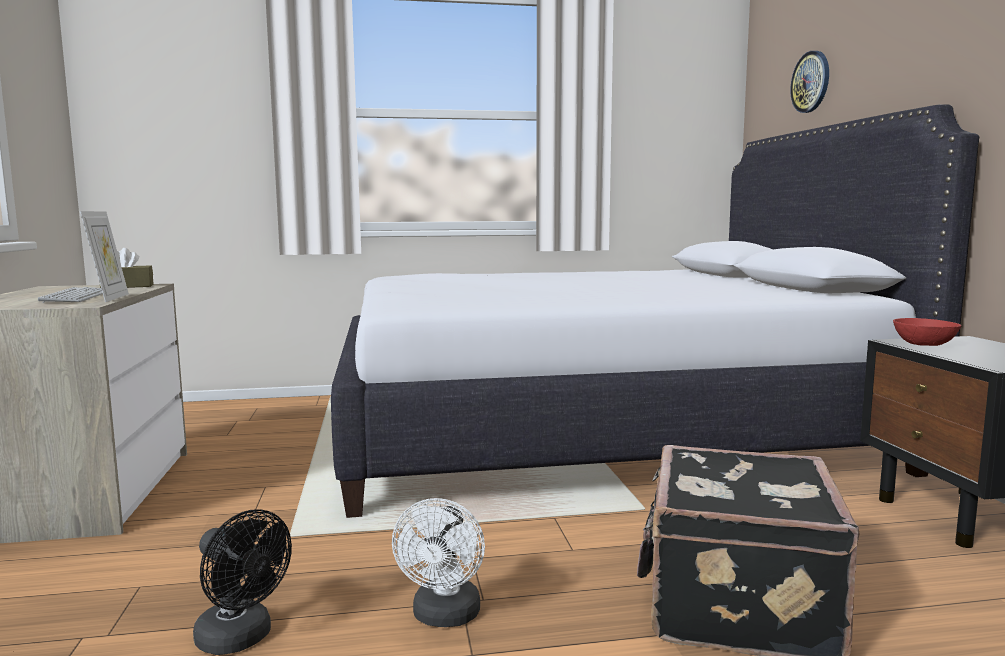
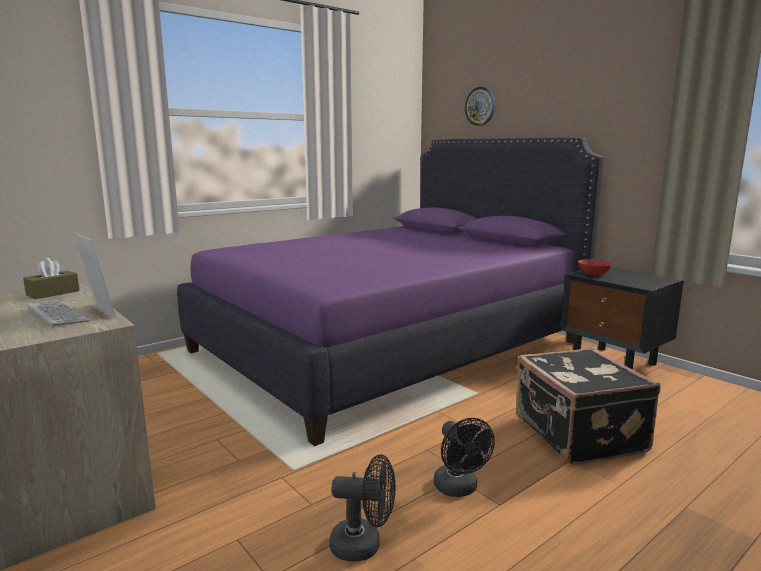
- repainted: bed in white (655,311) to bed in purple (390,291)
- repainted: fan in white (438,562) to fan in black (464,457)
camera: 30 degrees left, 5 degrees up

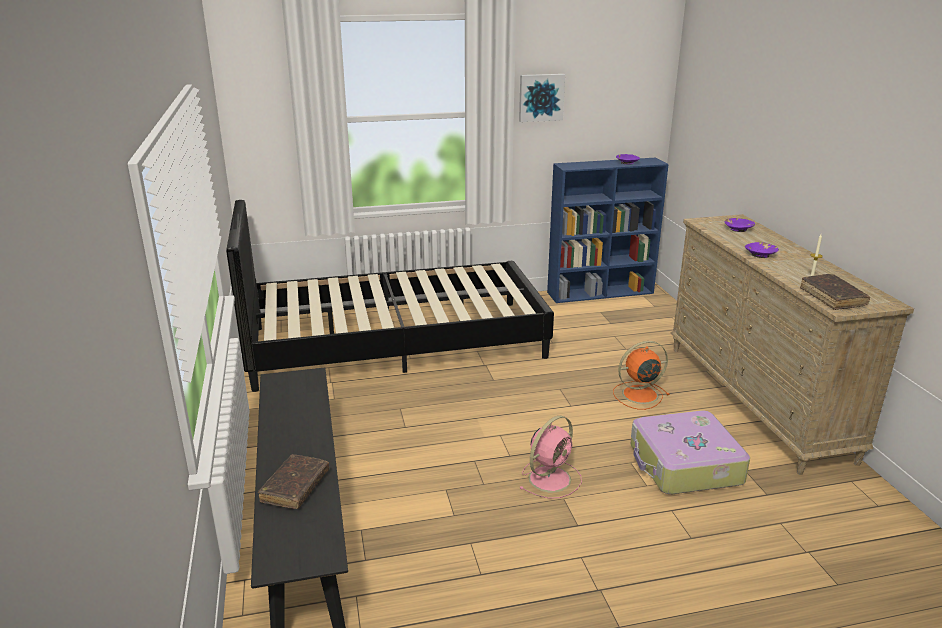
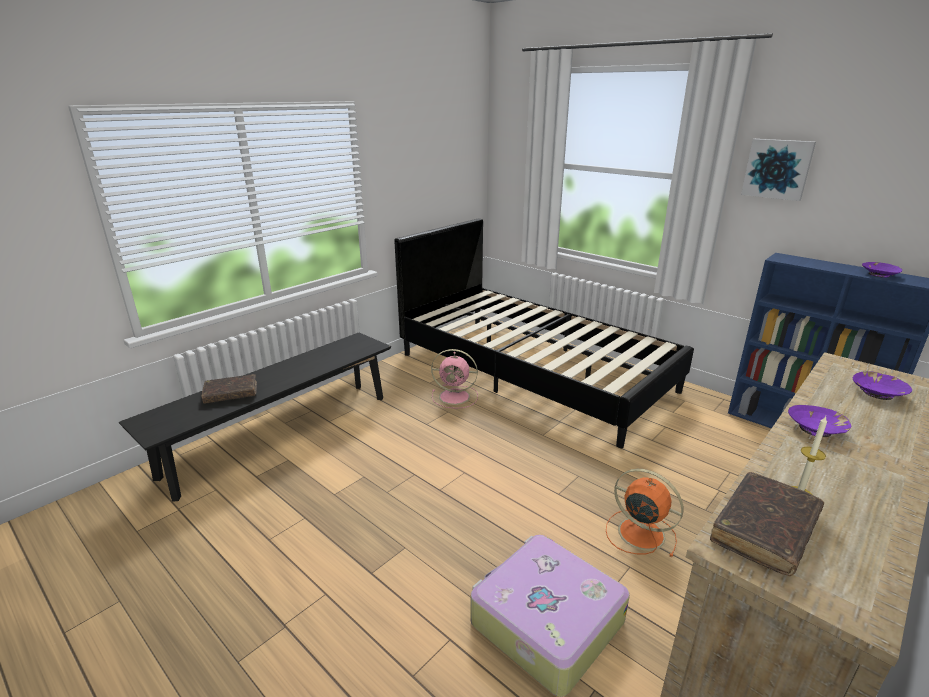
- shifted: fan in pink (550,457) to (454,379)
camera: 55 degrees right, 0 degrees up

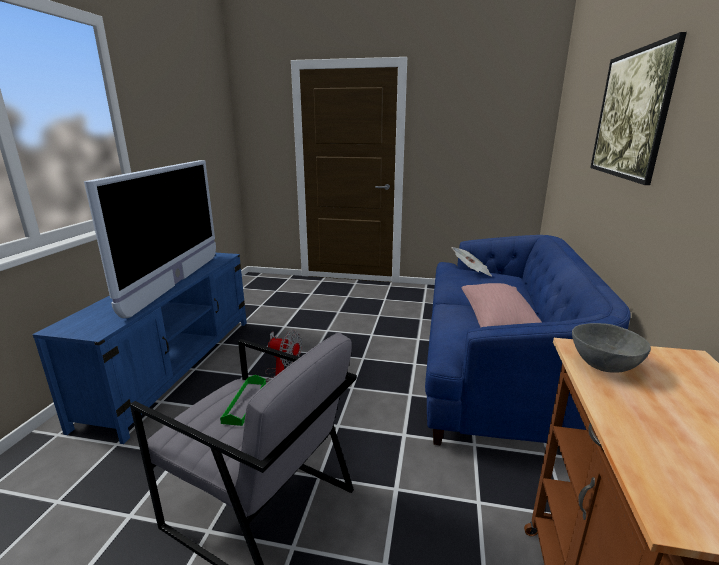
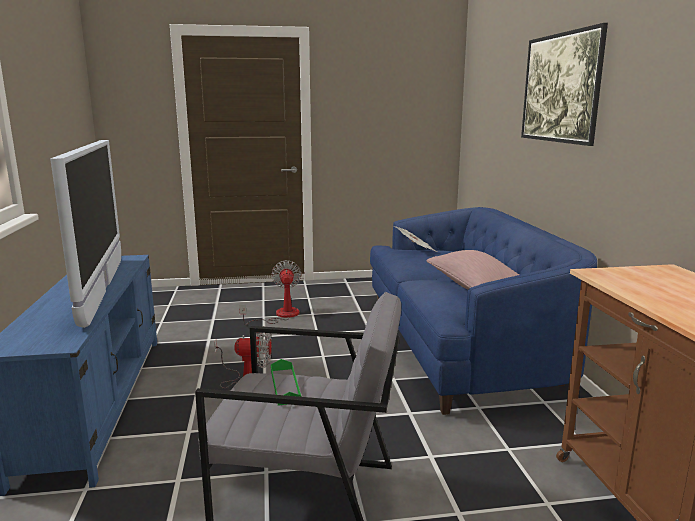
- gone: bowl in grey (611,348)
- new: fan (270,292)
camera: 20 degrees left, 5 degrees down

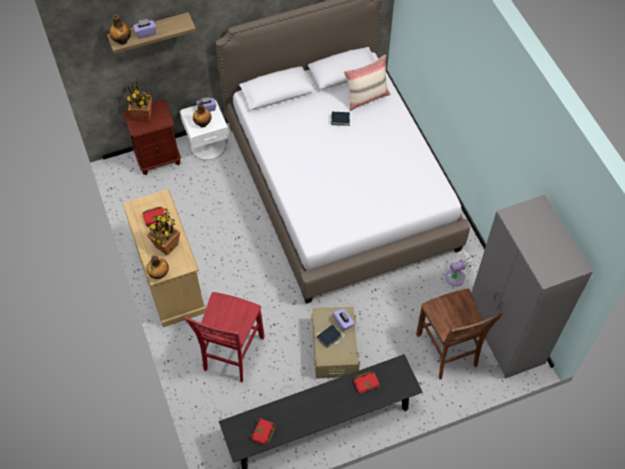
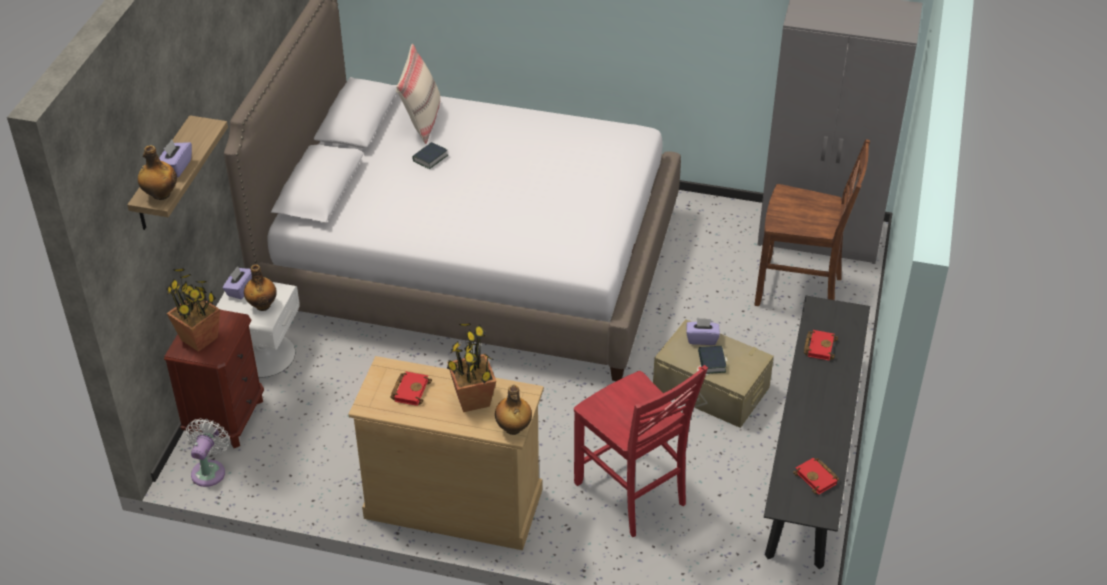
- shifted: fan in white (460,268) to (208,452)
camera: 55 degrees left, 15 degrees down

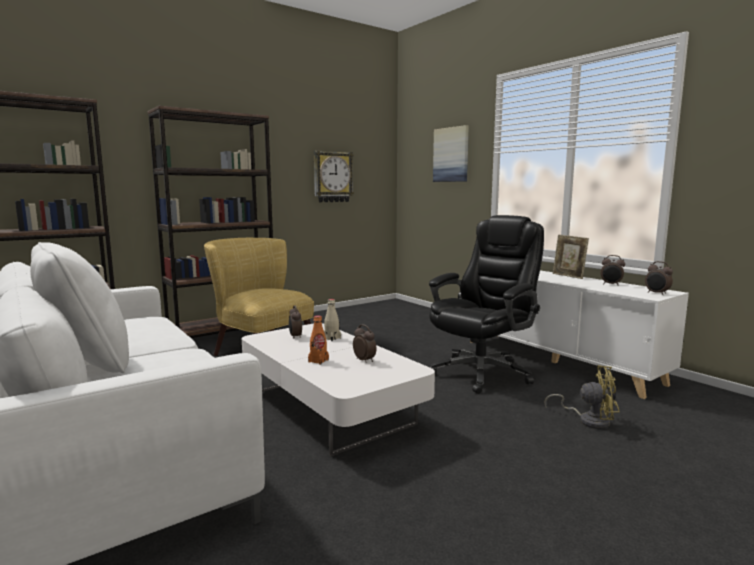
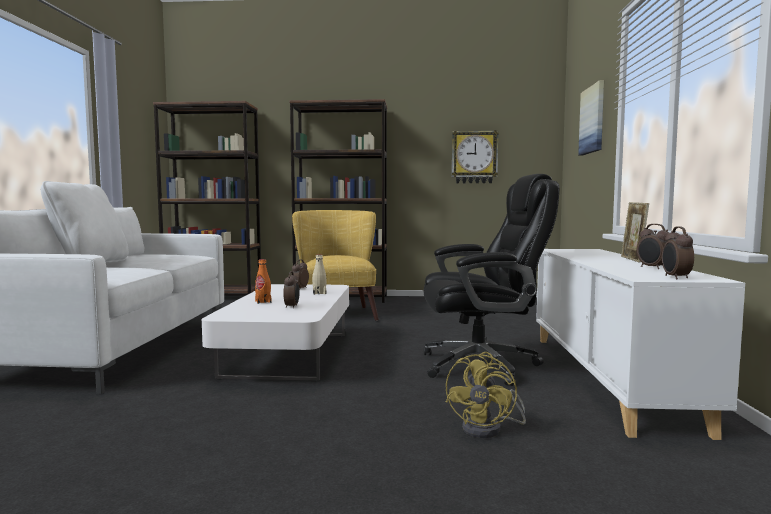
- rotated: fan in yellow (582,397) = (486,395) 60 degrees clockwise
camera: 40 degrees right, 5 degrees down

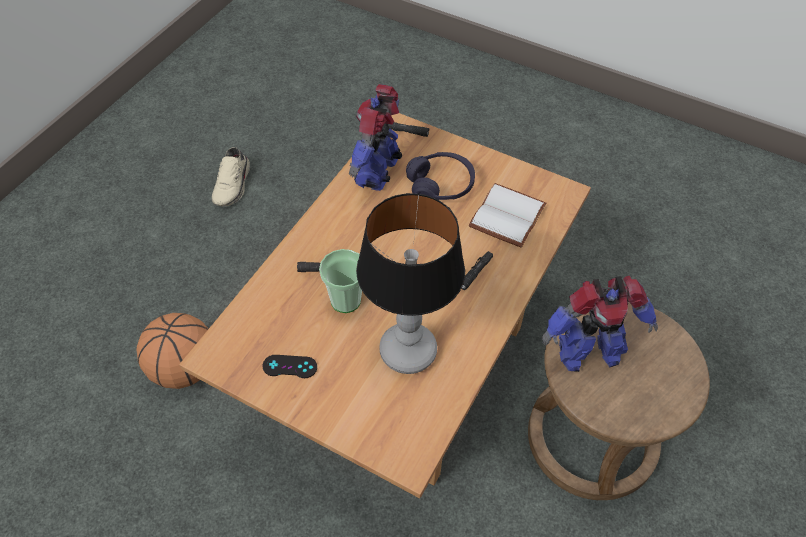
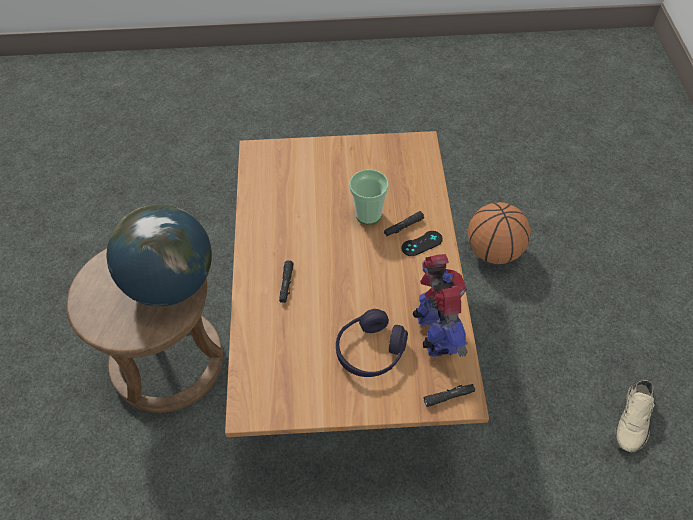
- rotated: shoe in beige (231,176) = (635,416) 135 degrees counterclockwise
- gone: book in white (507,215)
- gone: table lamp (410,283)
- swapped: toy robot (600,324) to globe (159,255)
- shifted: game controller in black (289,366) to (422,243)
camera: 150 degrees right, 0 degrees up

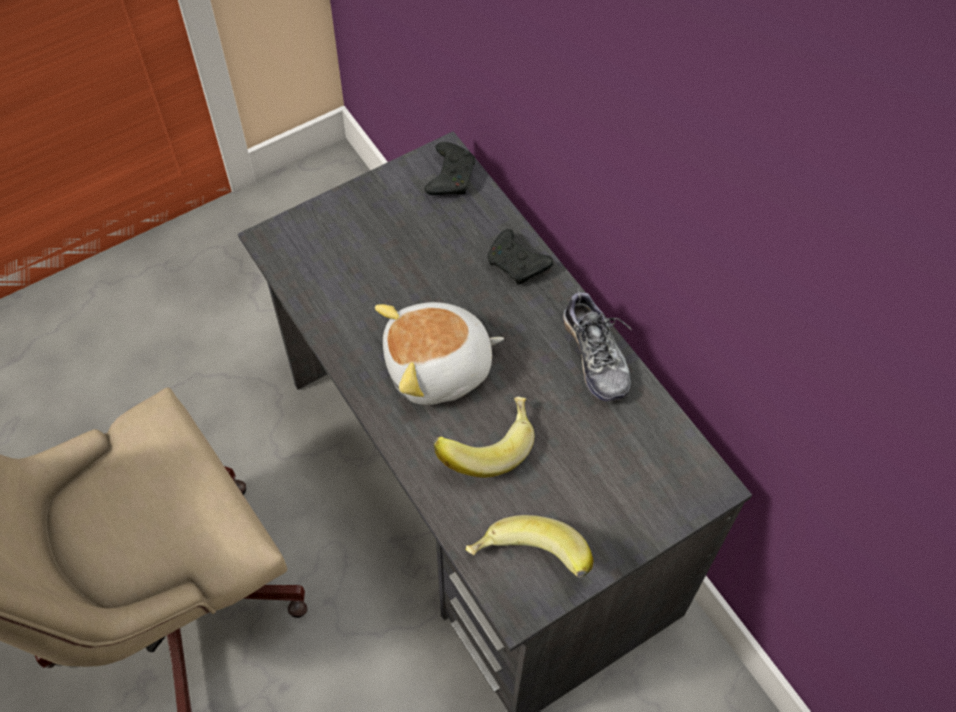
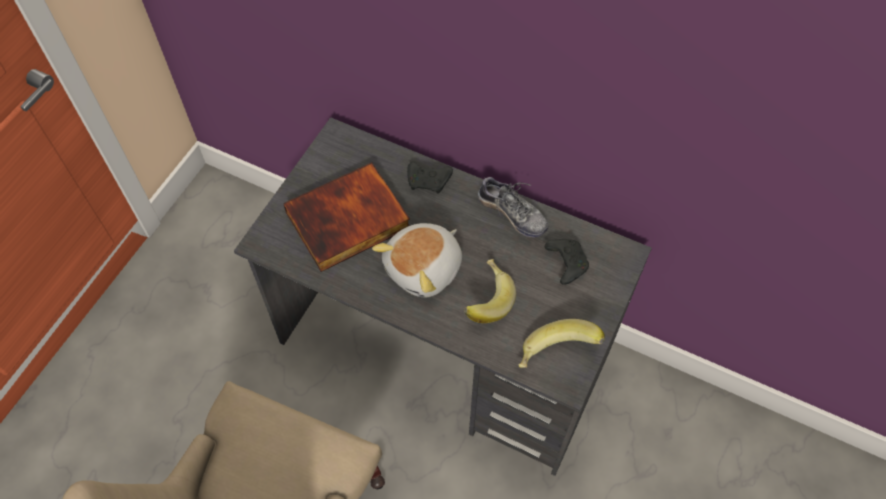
- shifted: game controller in black (450,168) to (567,262)
- new: book (346,217)
camera: 30 degrees left, 0 degrees up

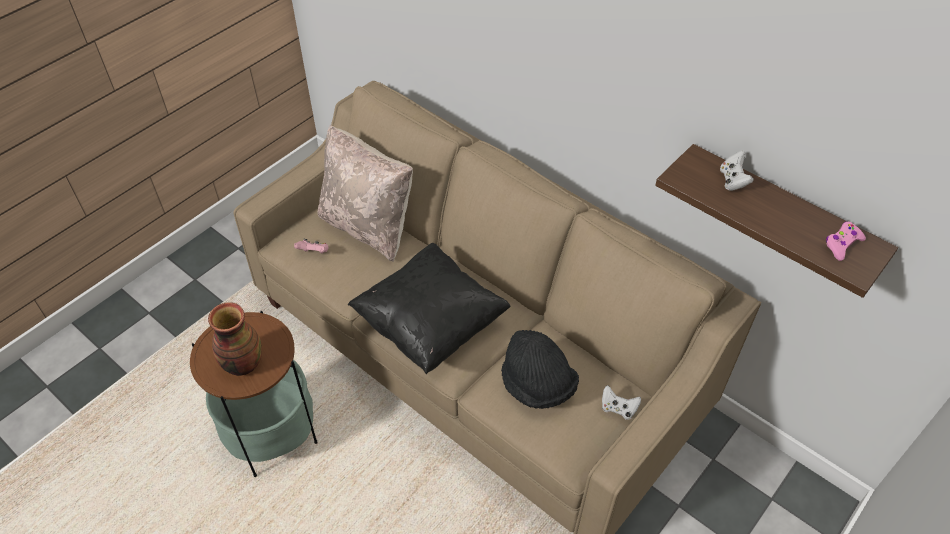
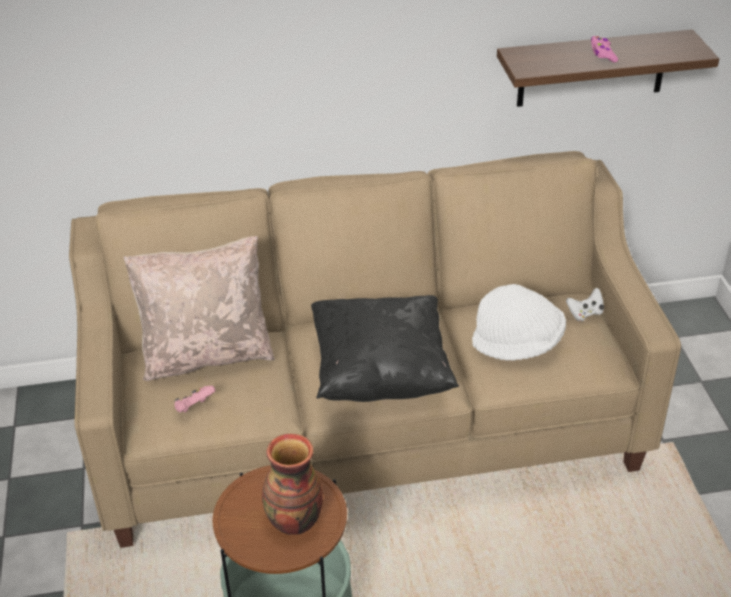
- gone: game controller in white (737,171)
- shifted: game controller in pink (846,241) to (604,49)
- repainted: hat in black (540,369) to hat in white (519,322)
camera: 50 degrees left, 10 degrees down

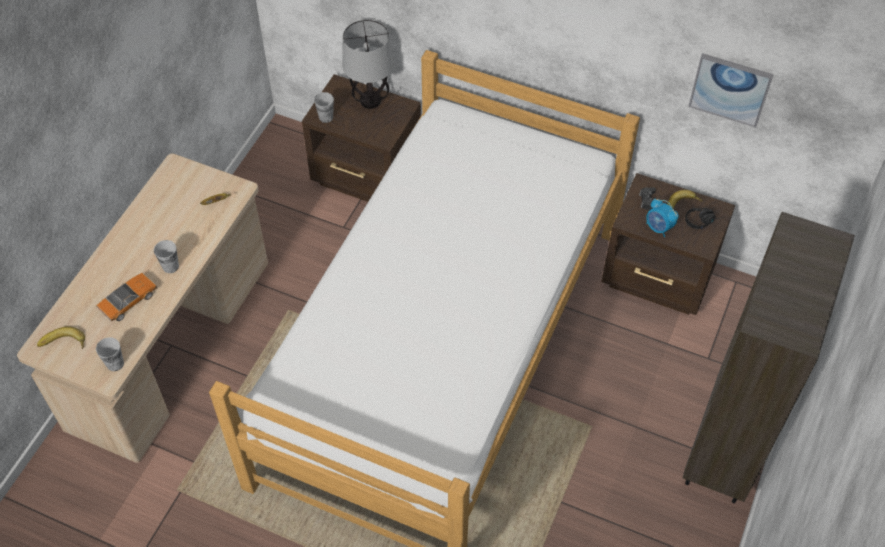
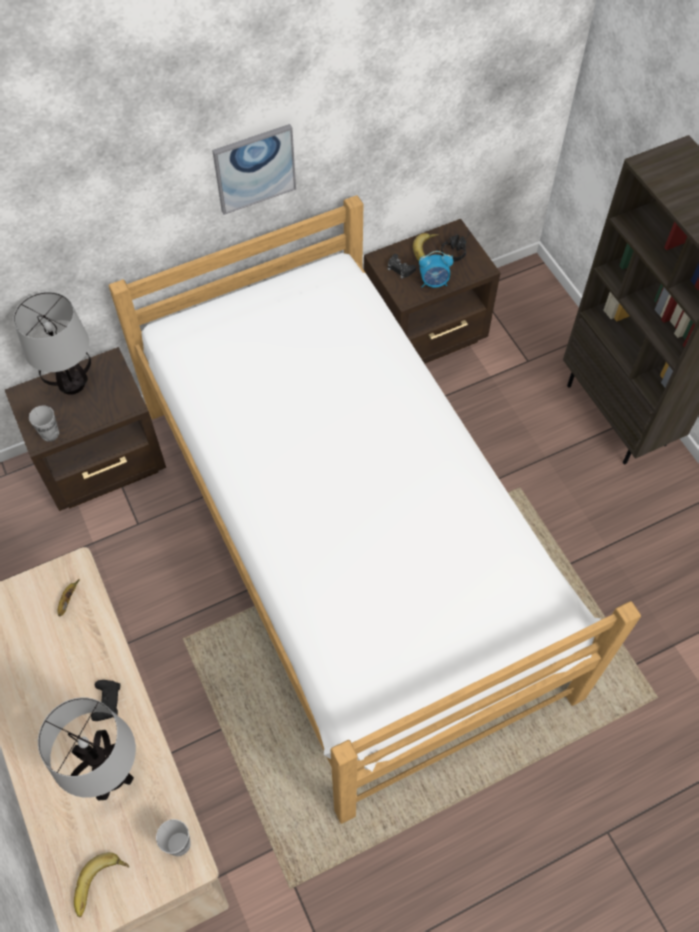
- shifted: picture (731,90) to (254,169)
- swapped: cup (166,256) to game controller in black (105,700)
- swapped: toy car (126,297) to table lamp (87,748)
camera: 50 degrees left, 5 degrees up

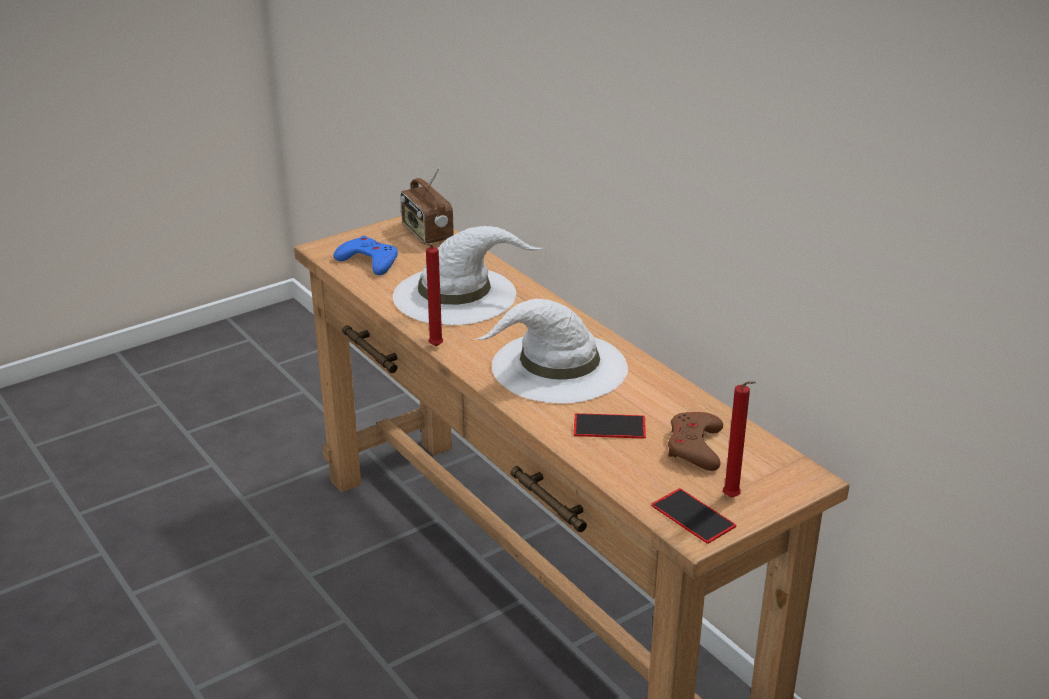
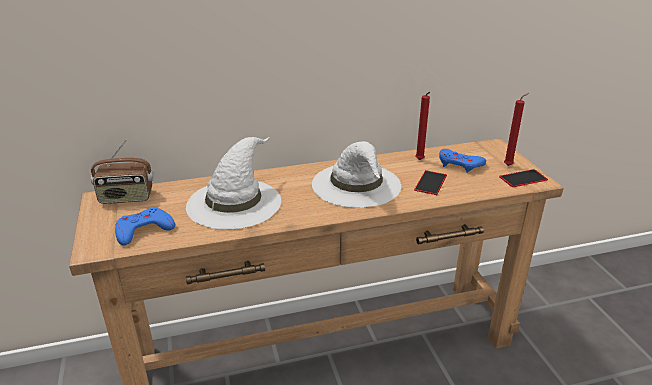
- shifted: candle in red (432,293) to (422,126)
- repainted: game controller in brown (695,441) to game controller in blue (462,161)
camera: 70 degrees left, 0 degrees up

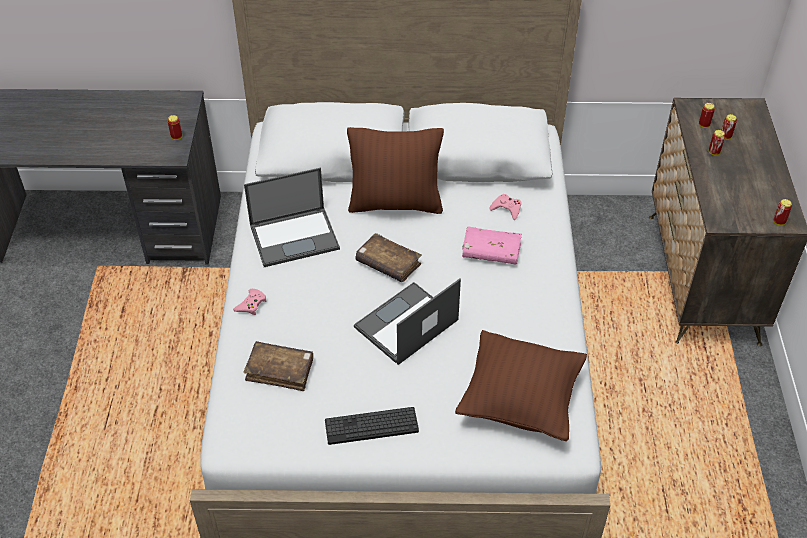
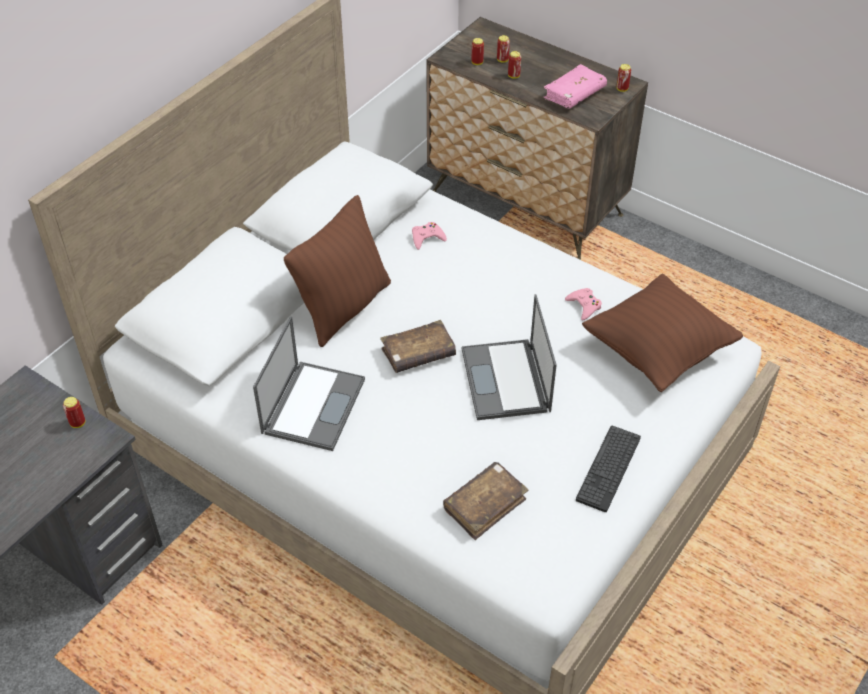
- shifted: book in pink (492,245) to (575,86)
- shifted: game controller in pink (249,302) to (583,304)
camera: 55 degrees left, 0 degrees up

